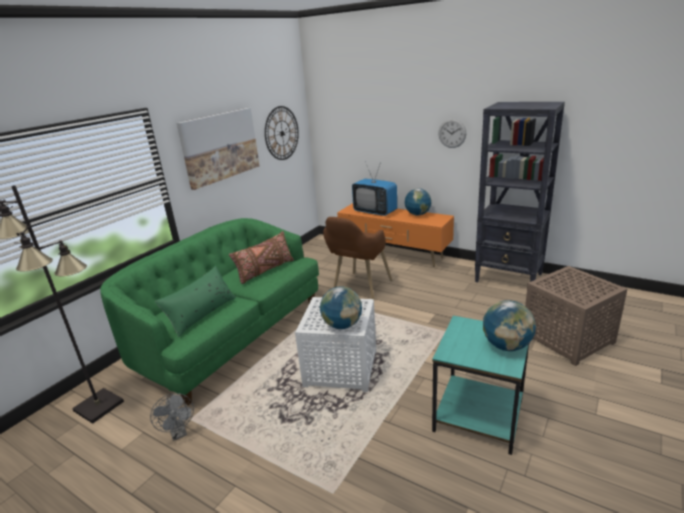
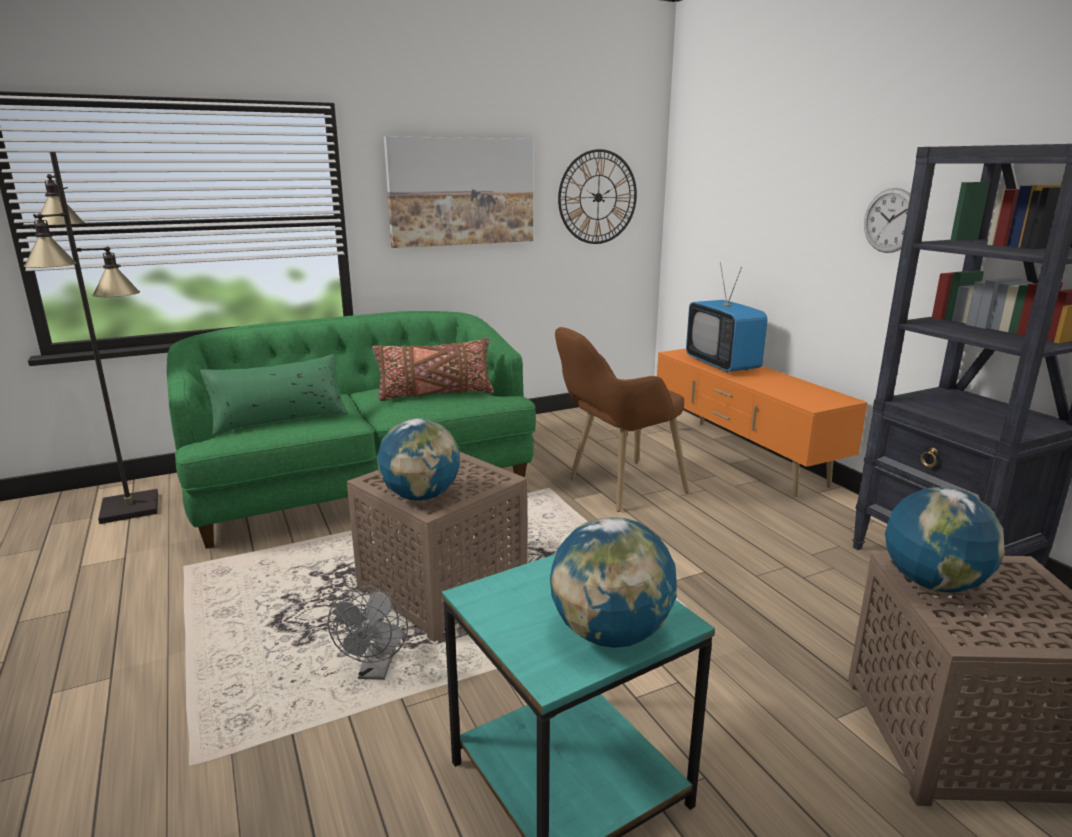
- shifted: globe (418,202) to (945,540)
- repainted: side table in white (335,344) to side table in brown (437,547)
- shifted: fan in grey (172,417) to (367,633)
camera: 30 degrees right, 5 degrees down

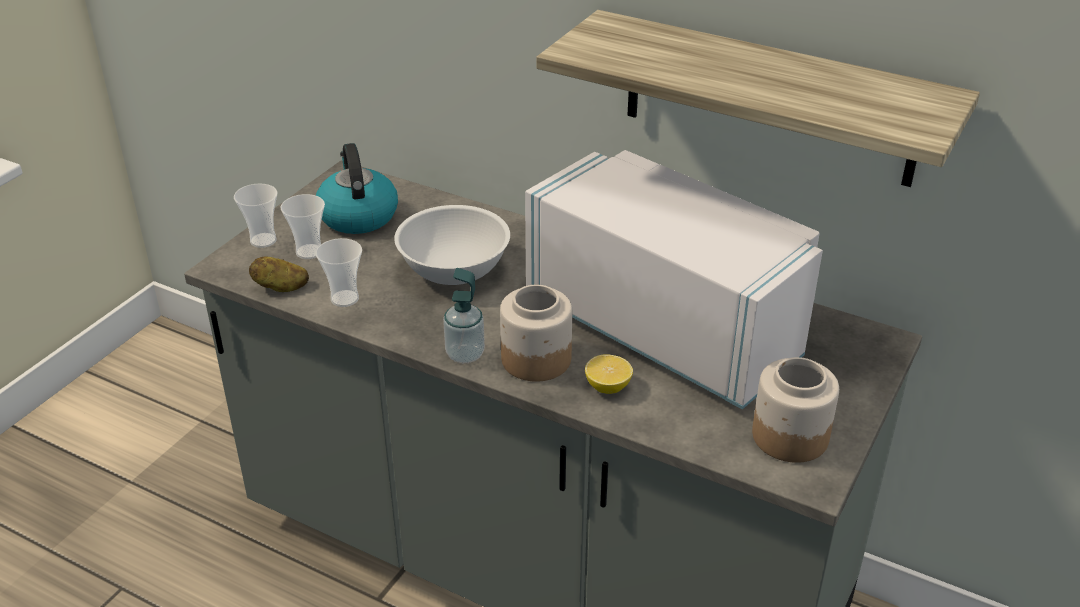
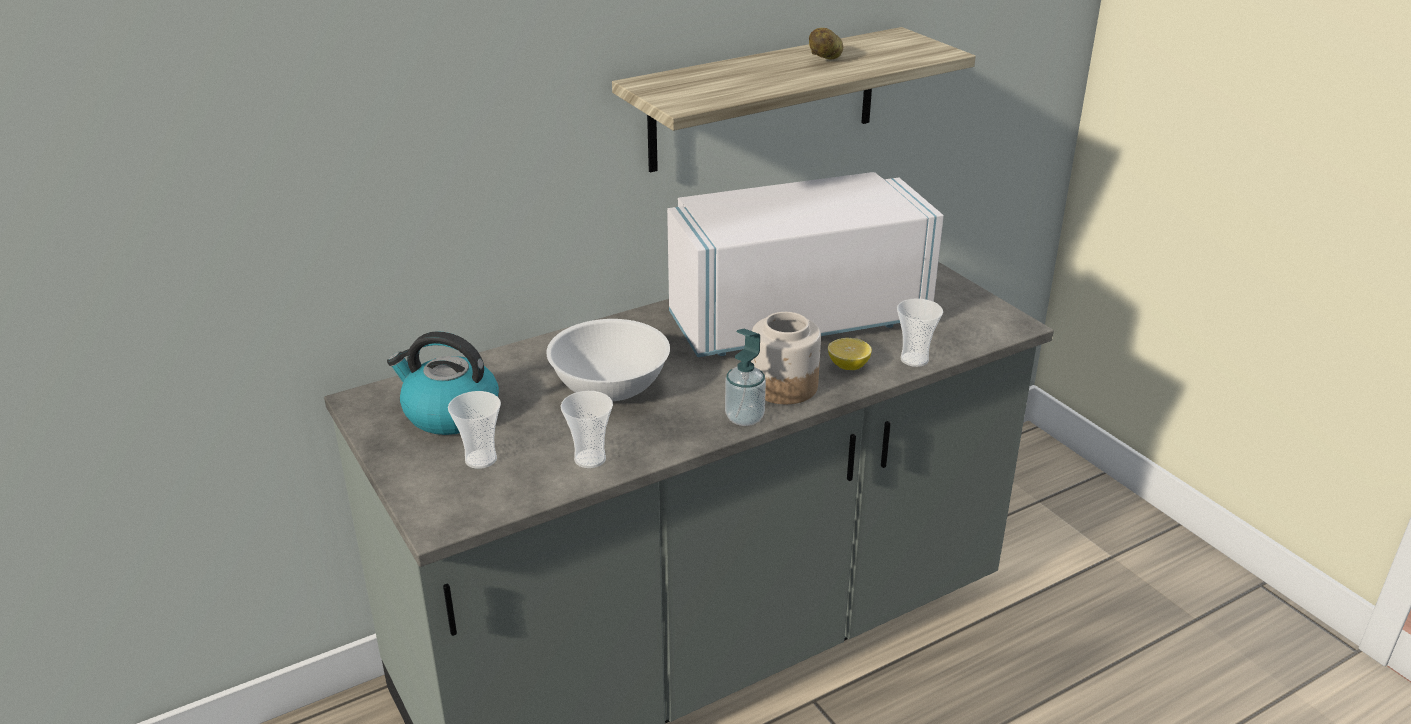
- shifted: cup (255,215) to (920,332)
- shifted: potato (279,274) to (826,43)
- gone: jar (795,410)
camera: 60 degrees left, 5 degrees down

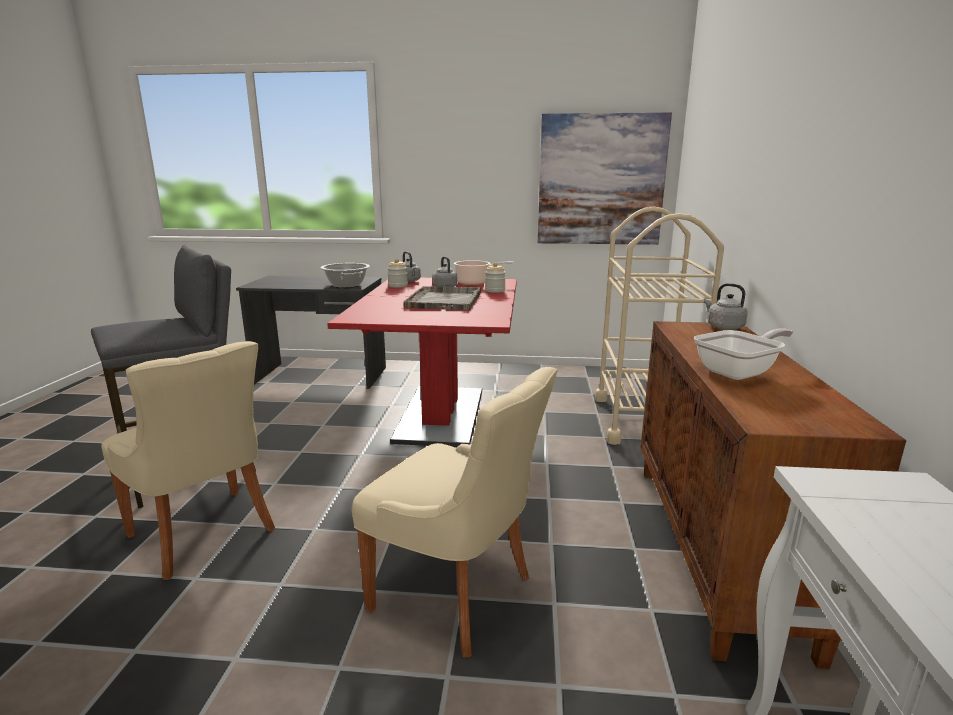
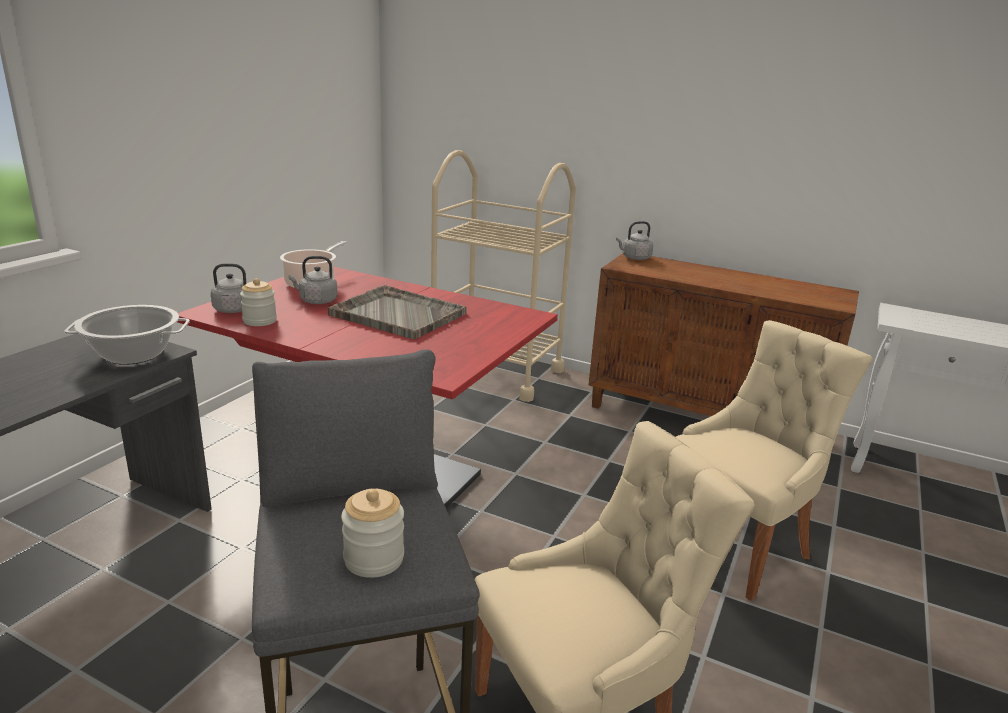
- gone: picture (605,178)
- shifted: jar (495,278) to (372,533)
- gone: frying pan (743,354)
camera: 70 degrees left, 5 degrees up

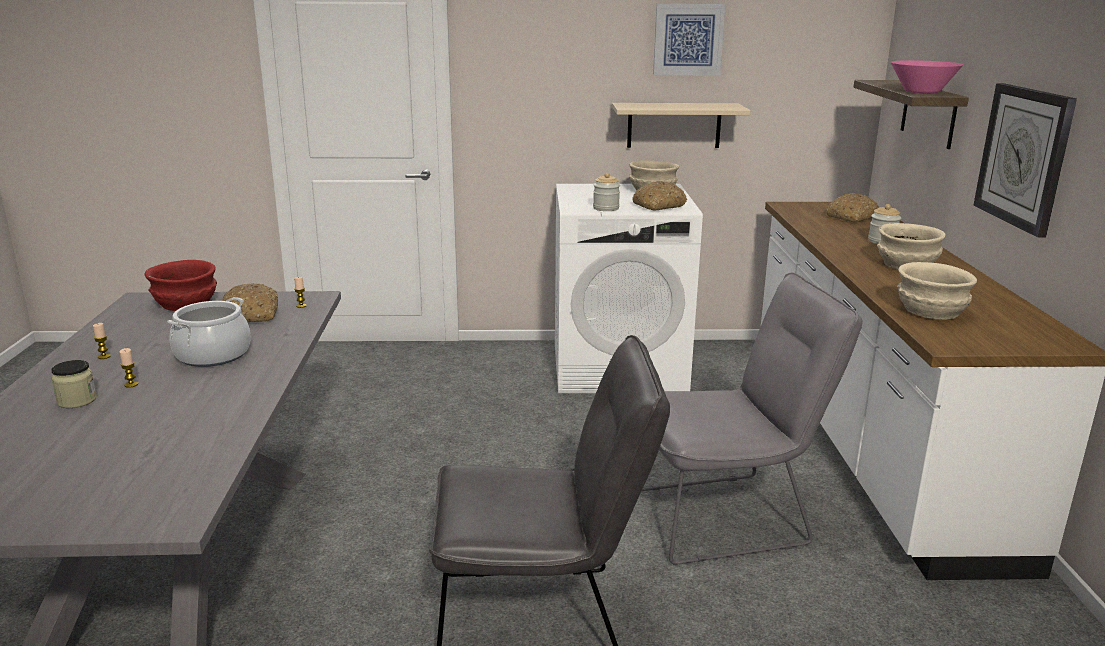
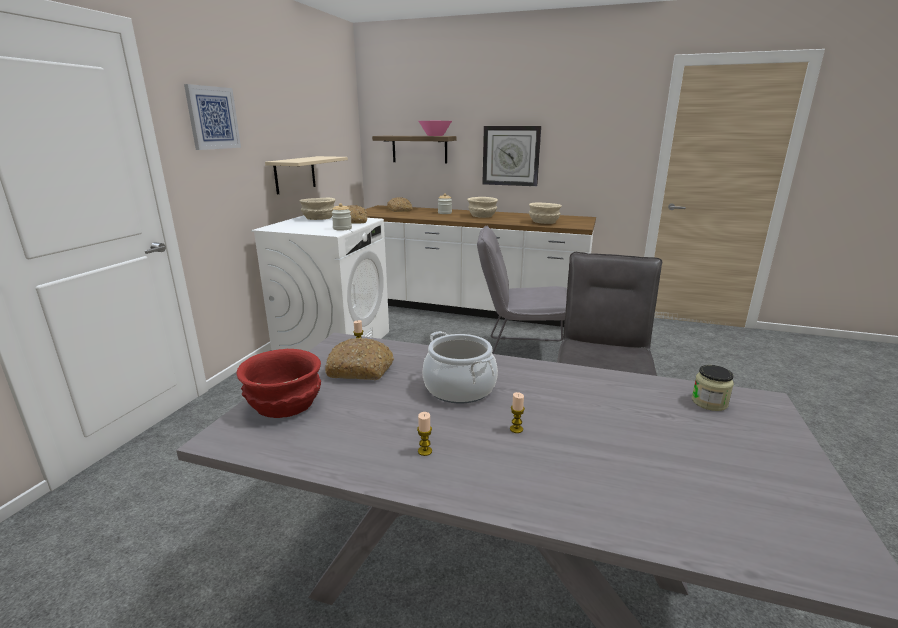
- shifted: picture (689,39) to (212,117)
- rotated: chair in grey (752,418) = (522,290) 90 degrees counterclockwise
- shifted: jar (74,384) to (713,388)
camera: 70 degrees left, 0 degrees up

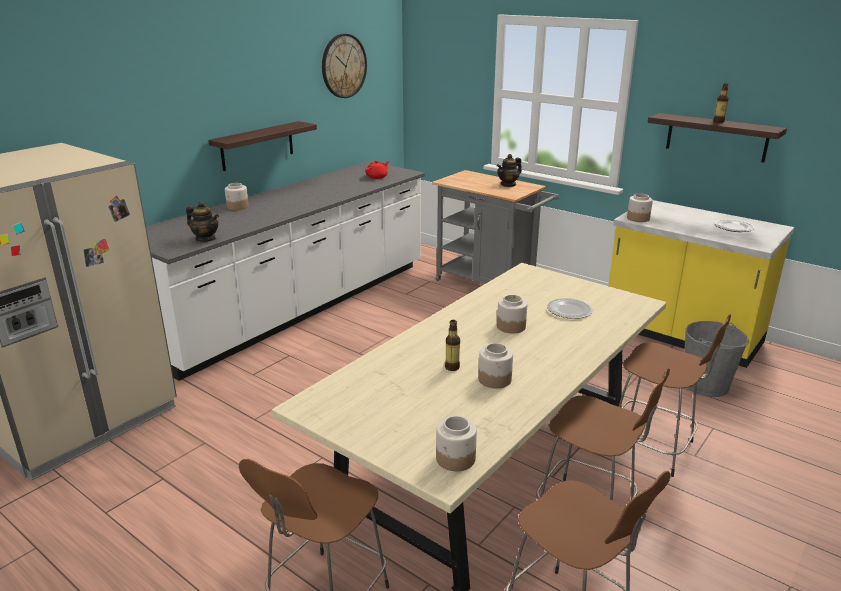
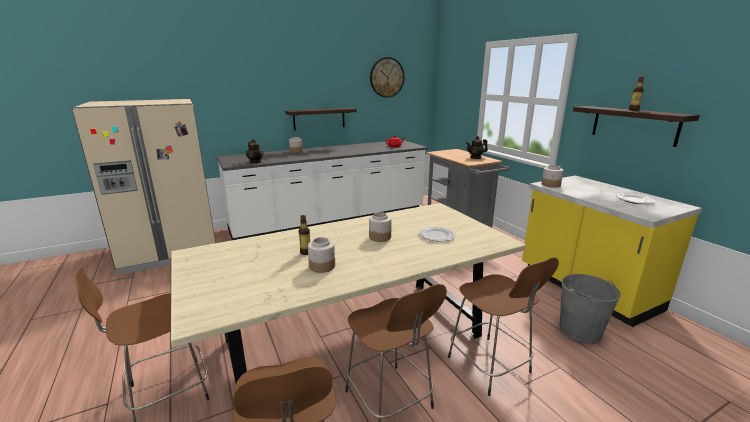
- gone: jar (456,443)
camera: 25 degrees right, 5 degrees down

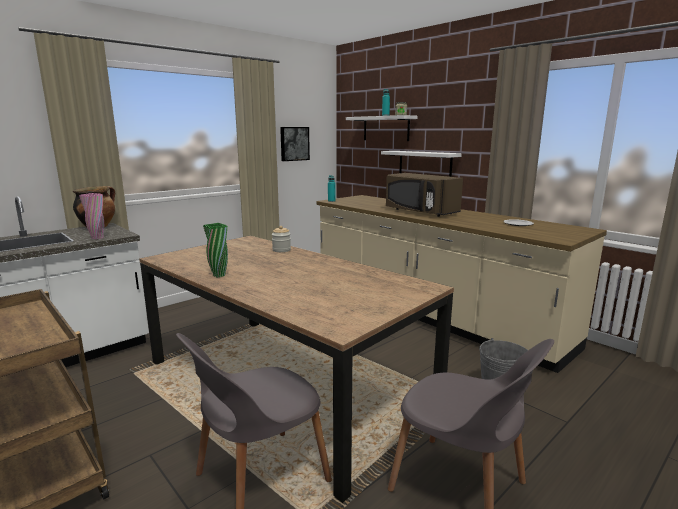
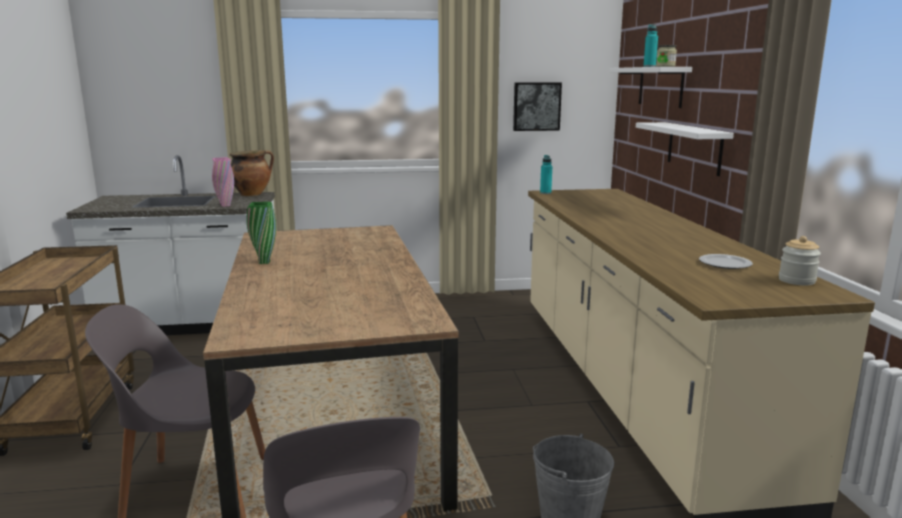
- gone: microwave in brown (424,195)
- shifted: jar (281,239) to (800,261)
camera: 35 degrees right, 0 degrees up

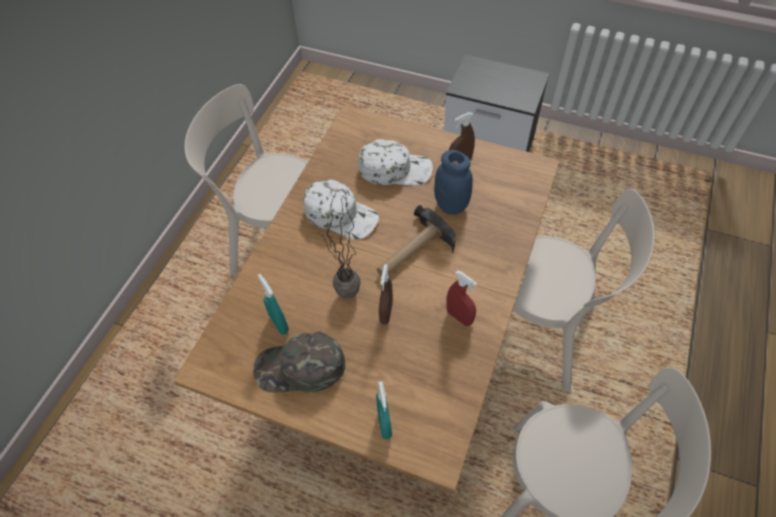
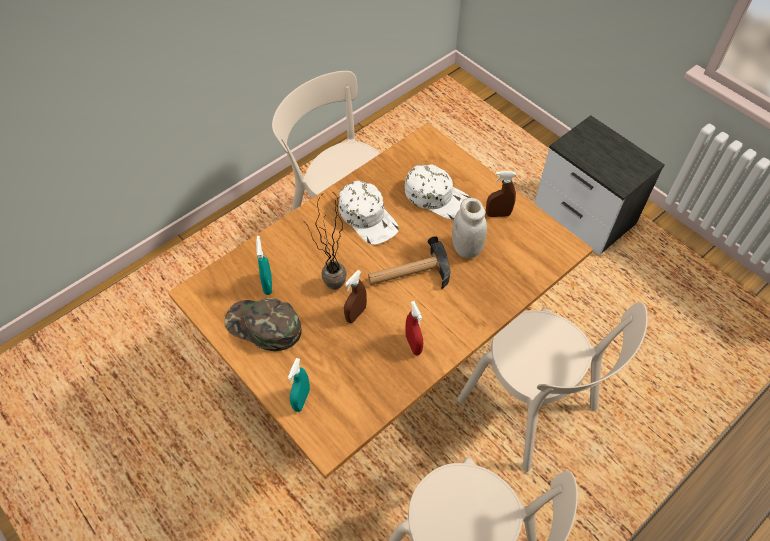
- repainted: jar in blue (453,182) to jar in white (469,228)
camera: 25 degrees right, 0 degrees up

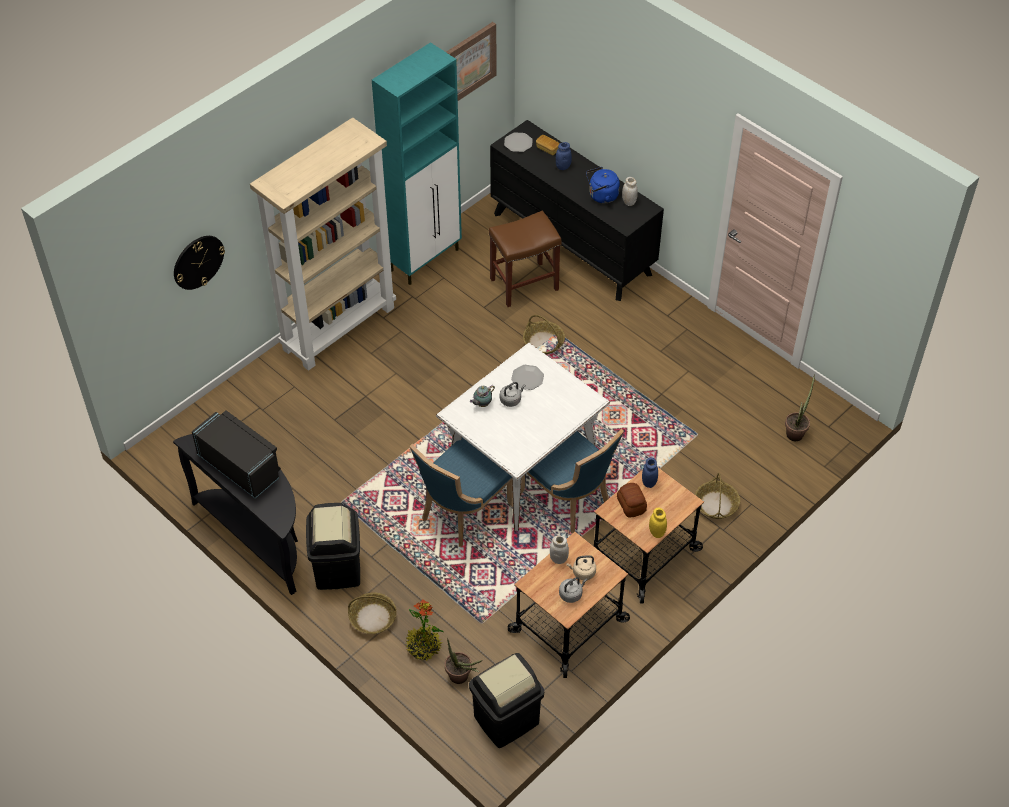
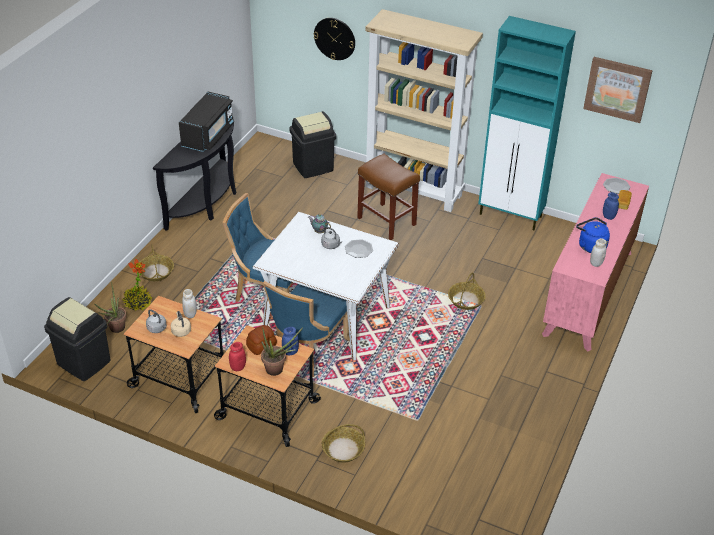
- repainted: dresser in black (577,210) to dresser in pink (595,262)
- shifted: stool in brown (525,259) to (388,197)
- shifted: potted plant (800,407) to (282,351)
- shifted: trash can in black (333,546) to (313,144)
- repainted: jar in yellow (658,523) to jar in red (237,356)
camera: 70 degrees right, 10 degrees down

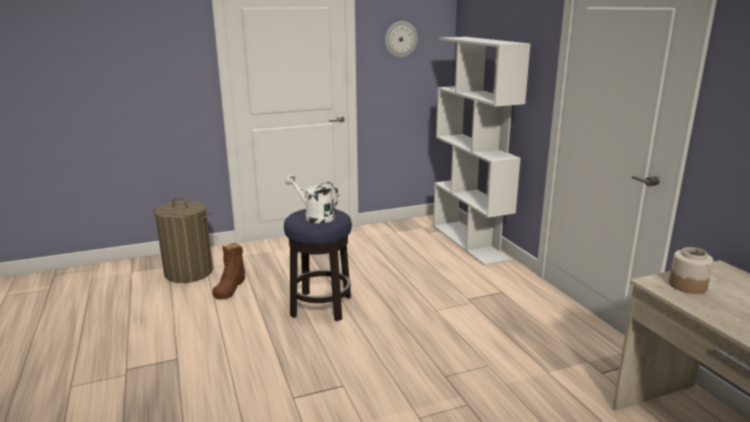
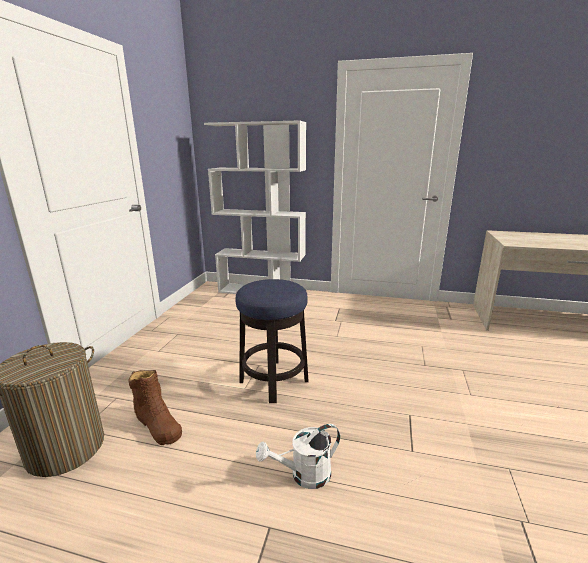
- gone: wall clock (401,39)
- shifted: watering can in white (312,199) to (298,456)
- gone: jar (691,270)
camera: 55 degrees left, 0 degrees up

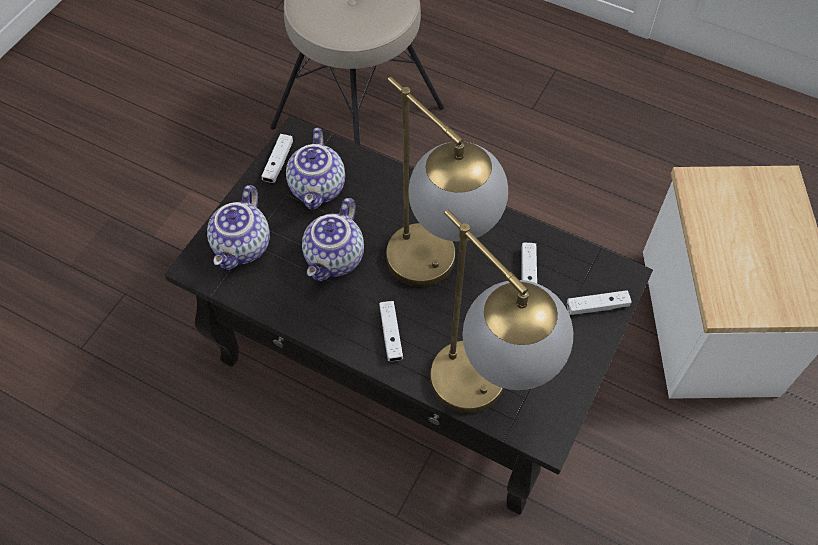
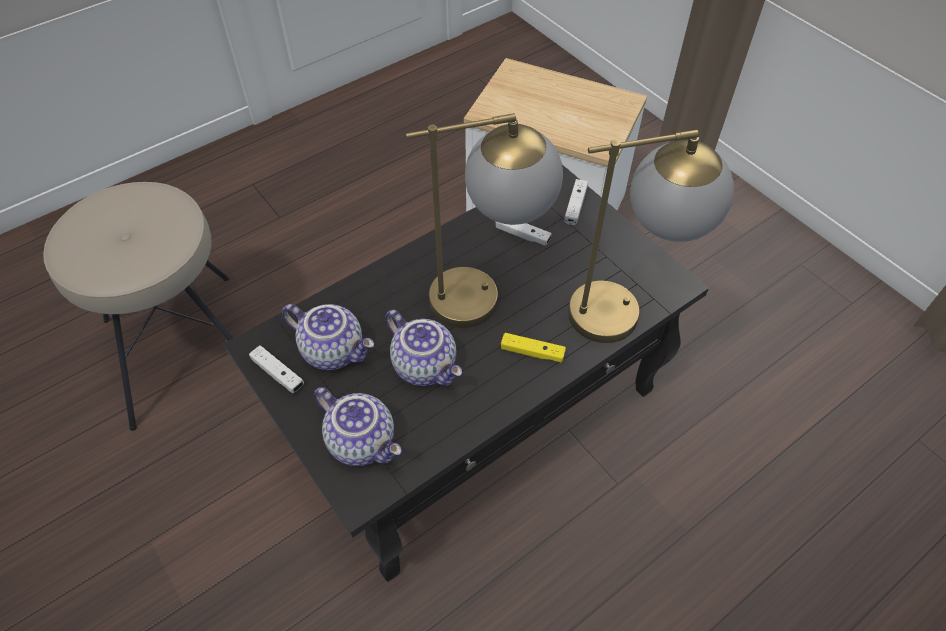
- repainted: game controller in white (391,331) to game controller in yellow (533,348)
camera: 65 degrees left, 5 degrees down

